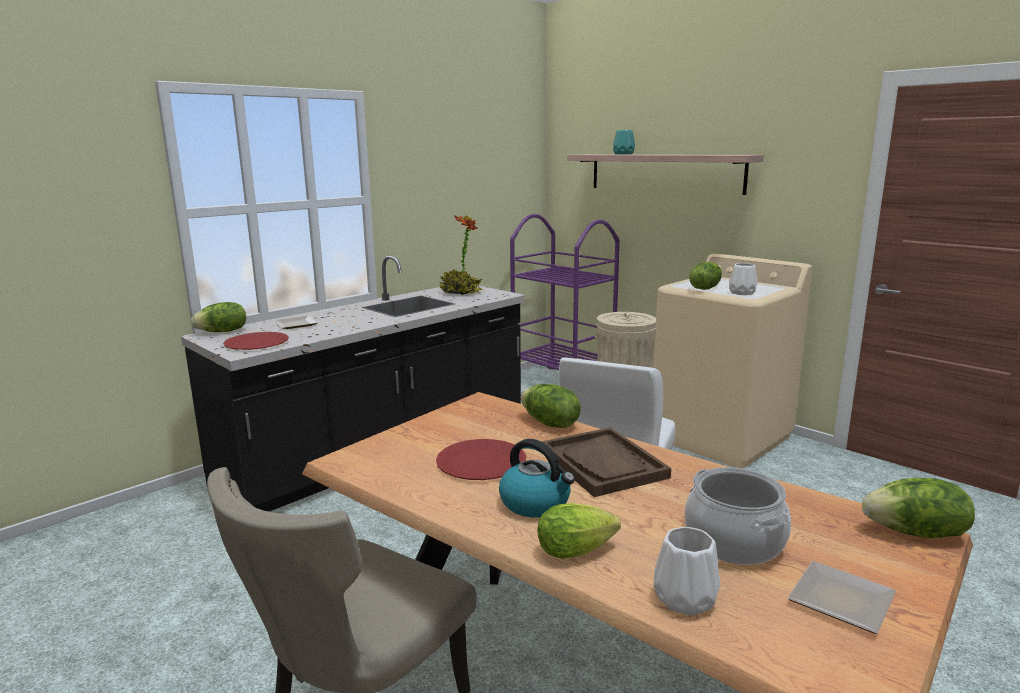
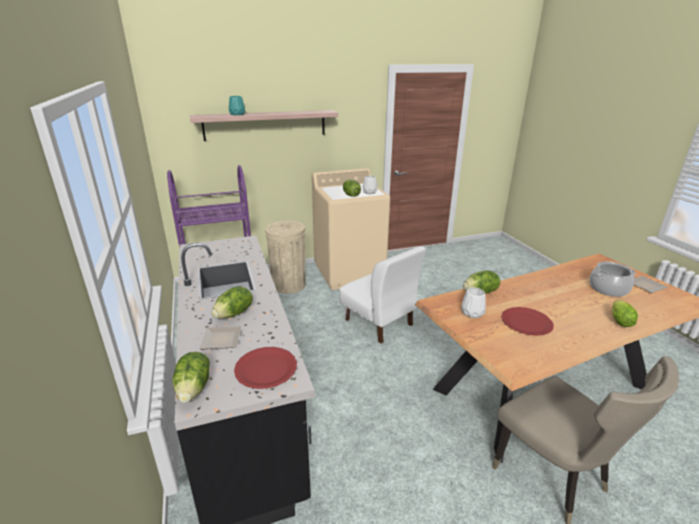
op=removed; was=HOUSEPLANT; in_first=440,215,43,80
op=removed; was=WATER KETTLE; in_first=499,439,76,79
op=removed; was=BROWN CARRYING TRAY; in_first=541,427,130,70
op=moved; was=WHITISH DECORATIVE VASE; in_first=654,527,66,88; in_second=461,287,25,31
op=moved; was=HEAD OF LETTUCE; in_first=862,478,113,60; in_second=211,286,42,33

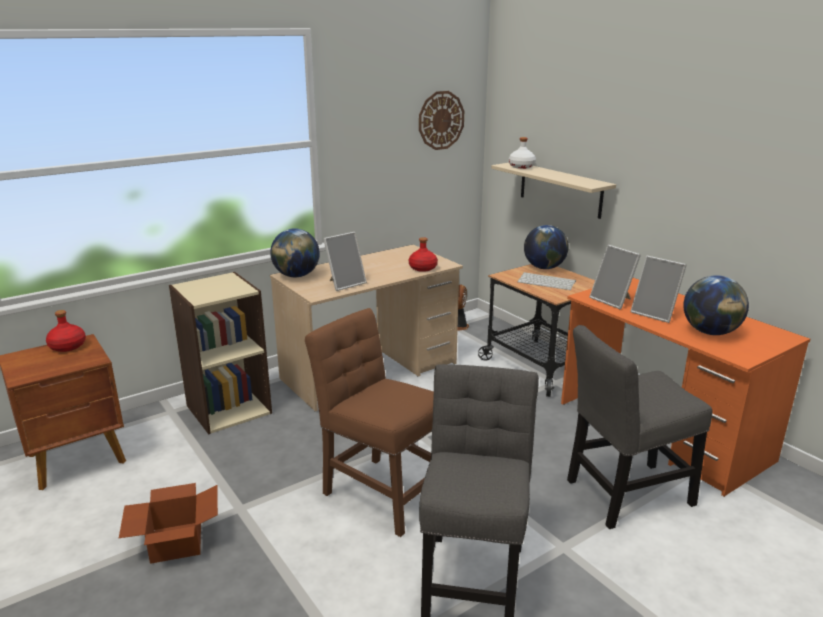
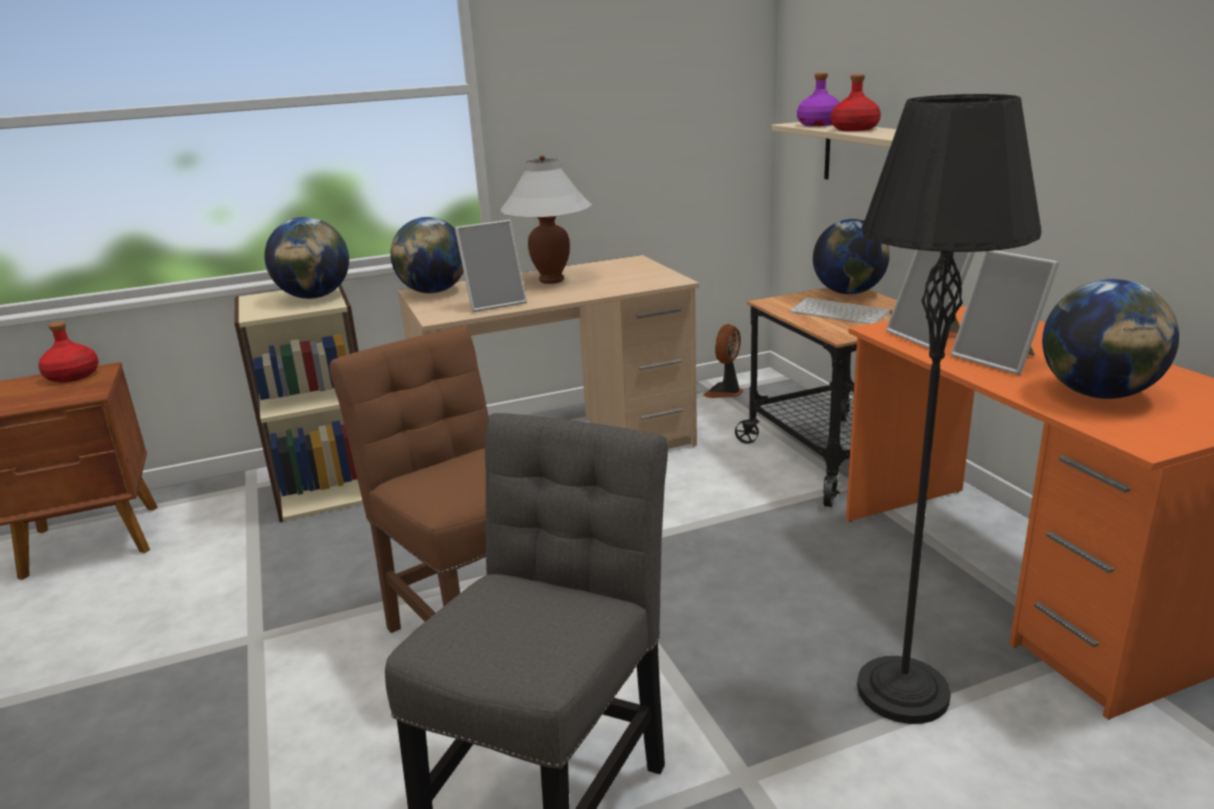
op=removed; was=CARDBOARD BOX; in_first=119,483,99,81
op=removed; was=WALL CLOCK; in_first=419,91,45,59
op=added; now=WORLD GLOBE; in_second=264,217,85,82
op=added; now=WHITISH TABLE LAMP; in_second=500,155,92,129
op=moved; was=RED-COLOURED BEVERAGE BOTTLE; in_first=409,237,29,35; in_second=831,74,50,57
op=replaced; was=GREY PLAIN CHAIR; now=BLACKISH STANDARD LAMP; in_first=567,325,145,204; in_second=857,94,185,630
op=recoloured; was=WHITISH BEVERAGE BOTTLE; now=PURPLISH BEVERAGE BOTTLE; in_first=509,137,27,32; in_second=797,73,43,53

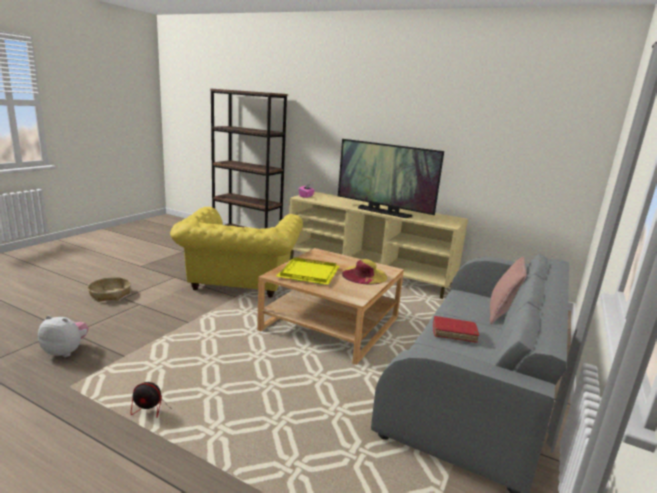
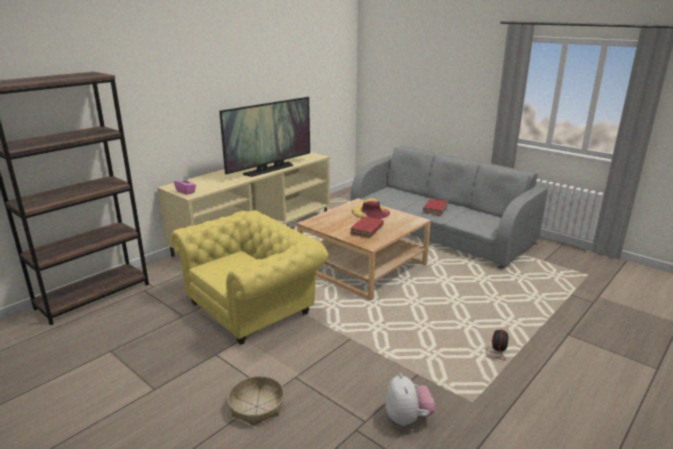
op=removed; was=PINK PILLOW; in_first=490,256,36,68
op=replaced; was=YELLOW-COLOURED CARRYING TRAY; now=RED-COLOURED VOLUME; in_first=276,257,63,28; in_second=350,217,34,20
op=turned; was=SOFT TOY; in_first=38,315,50,42; in_second=386,373,49,53; clockwise=150
op=turned; was=YELLOW-COLOURED LOUNGE CHAIR; in_first=170,207,133,90; in_second=171,210,157,135; clockwise=-60

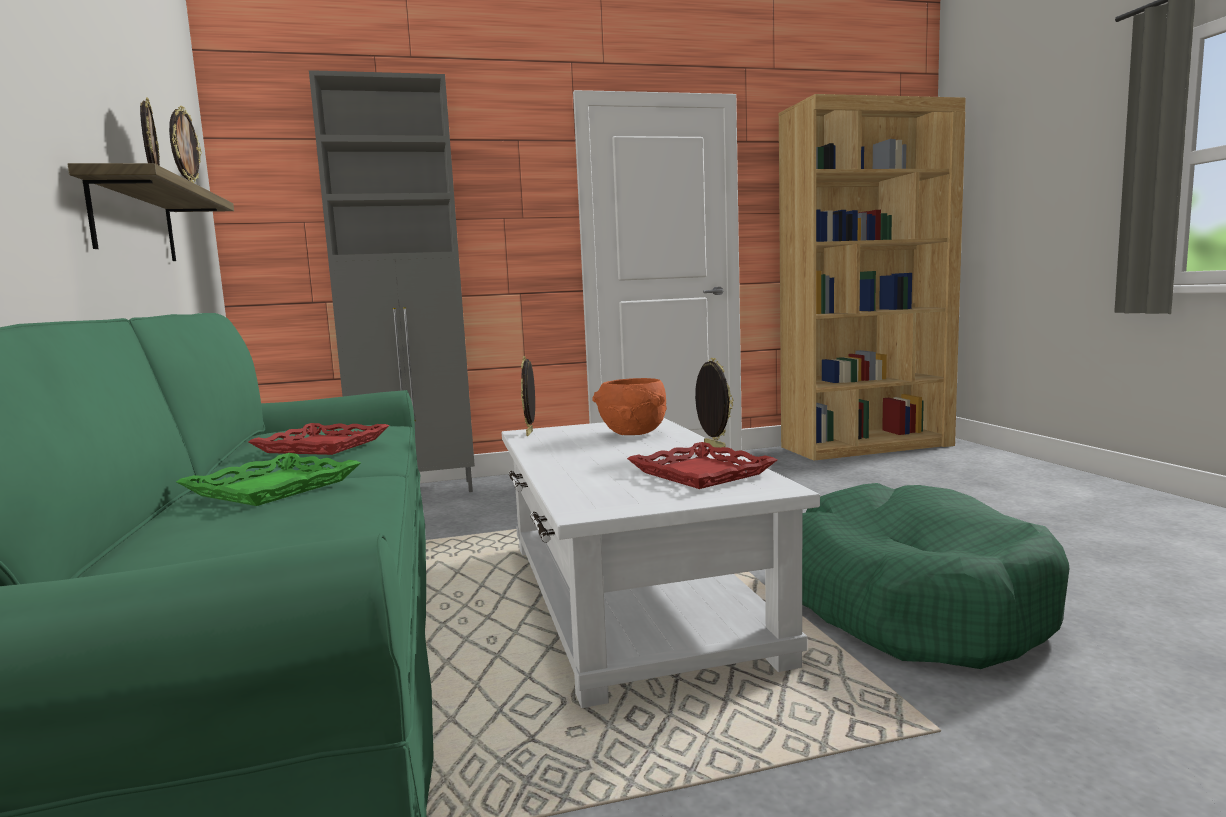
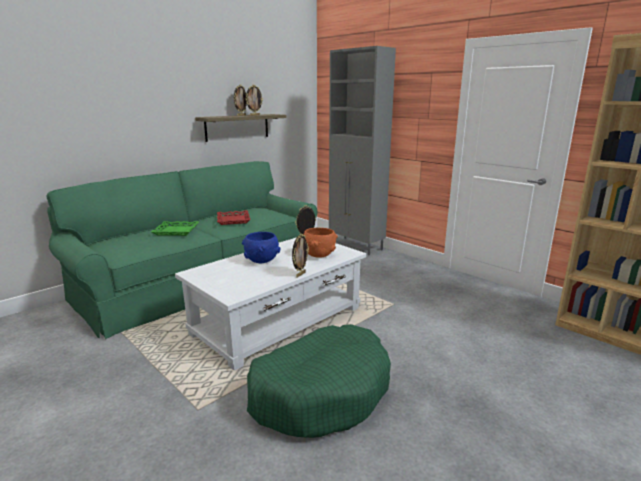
op=removed; was=RED-COLOURED CARRYING TRAY; in_first=627,442,150,47
op=added; now=BLUE BOWL; in_second=242,232,39,31

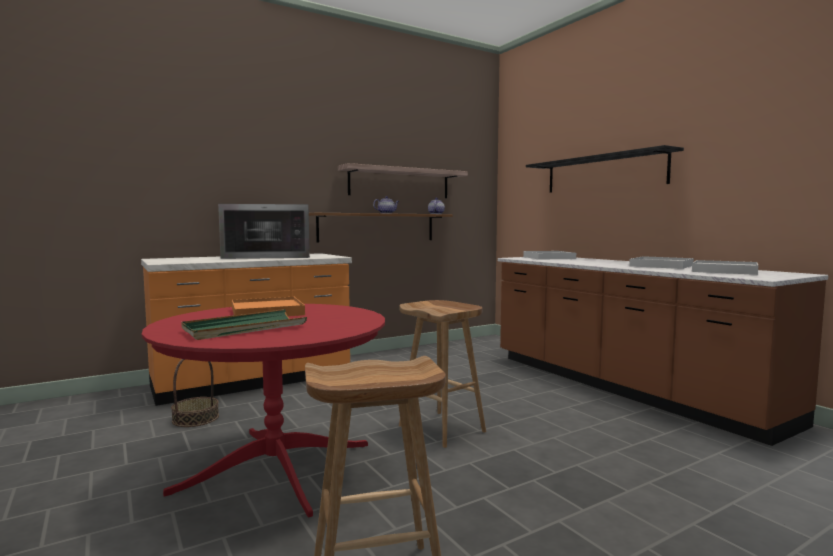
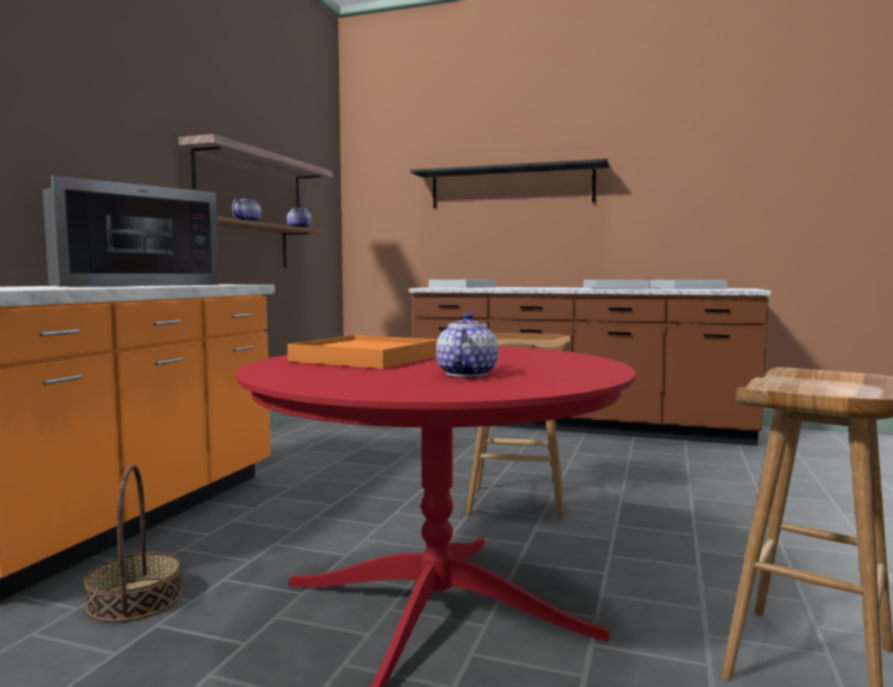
op=replaced; was=GREEN-COLOURED CARRYING TRAY; now=TEA POT; in_first=181,309,126,31; in_second=436,313,63,64

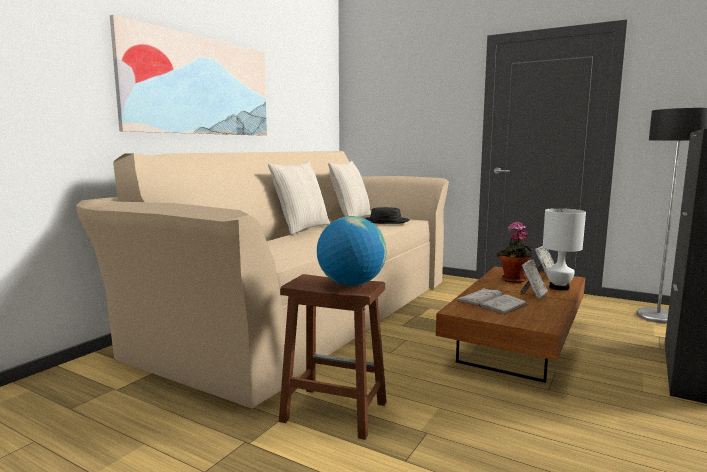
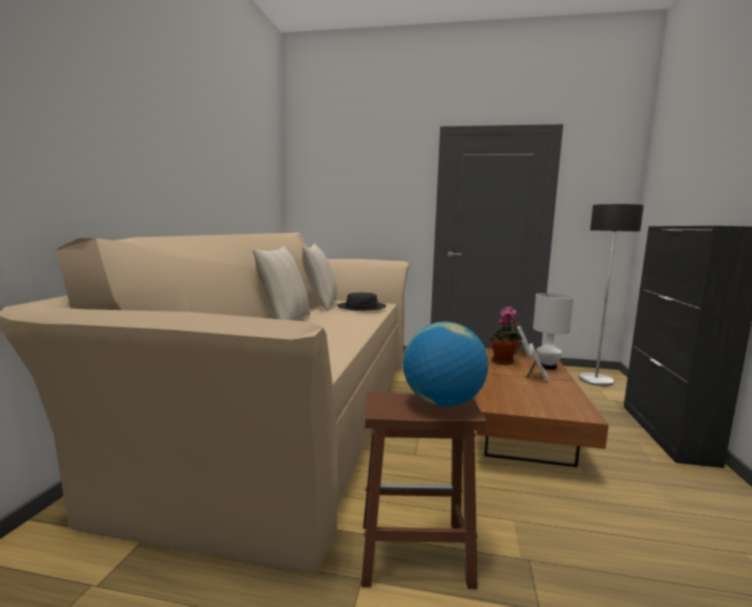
op=removed; was=PICTURE; in_first=110,15,157,121
op=removed; was=WHITISH VOLUME; in_first=455,287,73,28

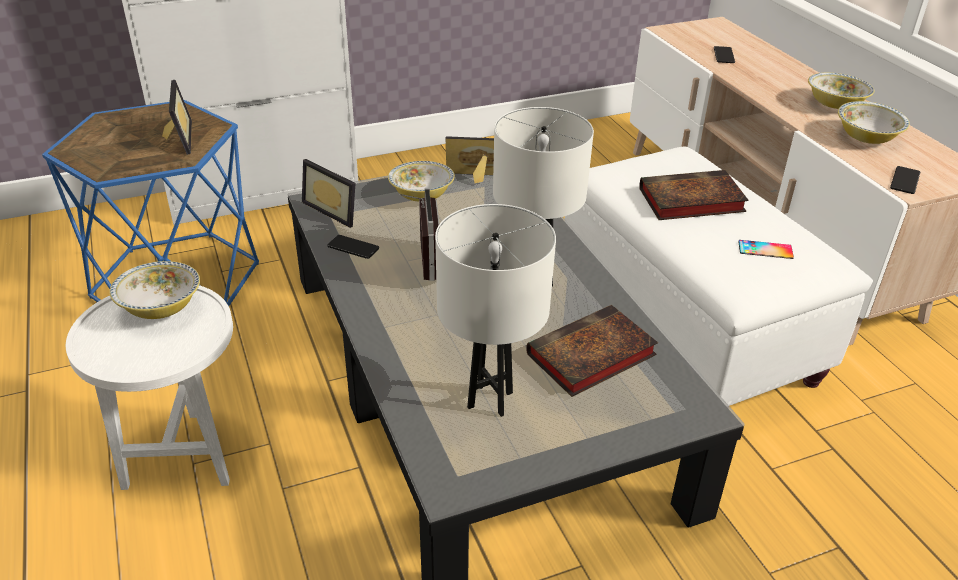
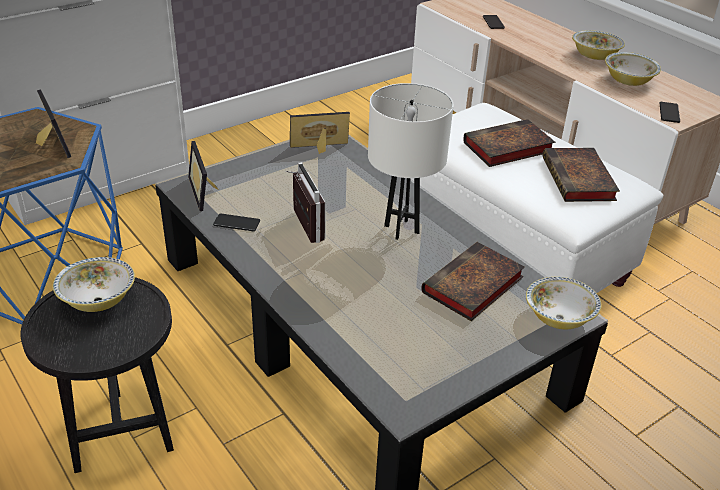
op=removed; was=WHITISH TABLE LAMP; in_first=435,204,121,213
op=moved; was=BOWL; in_first=388,161,67,40; in_second=526,277,75,52
op=replaced; was=HANDSET; now=VOLUME; in_first=738,240,56,19; in_second=542,148,78,54
op=recoloured; was=WHITISH SIDE TABLE; now=BLACKISH SIDE TABLE; in_first=66,285,167,205; in_second=20,277,154,196
op=turned; was=PHOTO FRAME; in_first=302,159,53,69; in_second=188,141,31,70; clockwise=45

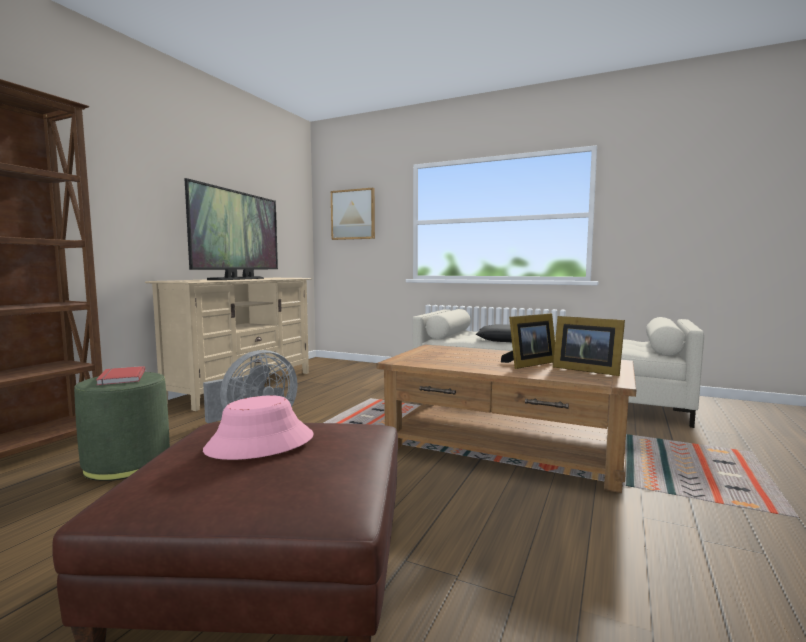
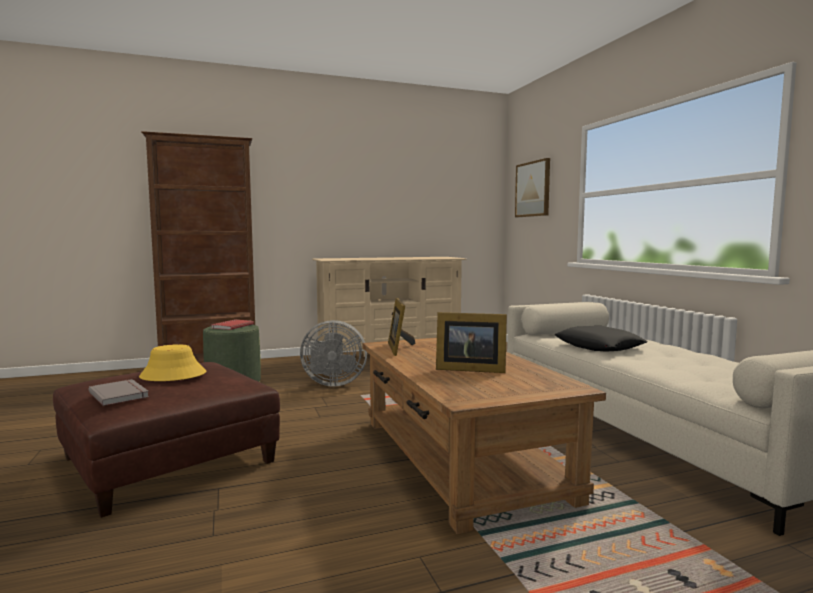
op=removed; was=TELEVISION; in_first=184,178,94,102
op=added; now=GREY VOLUME; in_second=88,379,61,27
op=moved; was=PHOTO FRAME; in_first=553,316,72,60; in_second=388,298,28,58
op=recoloured; was=PINK HAT; now=YELLOW-COLOURED HAT; in_first=203,395,111,65; in_second=139,344,67,37

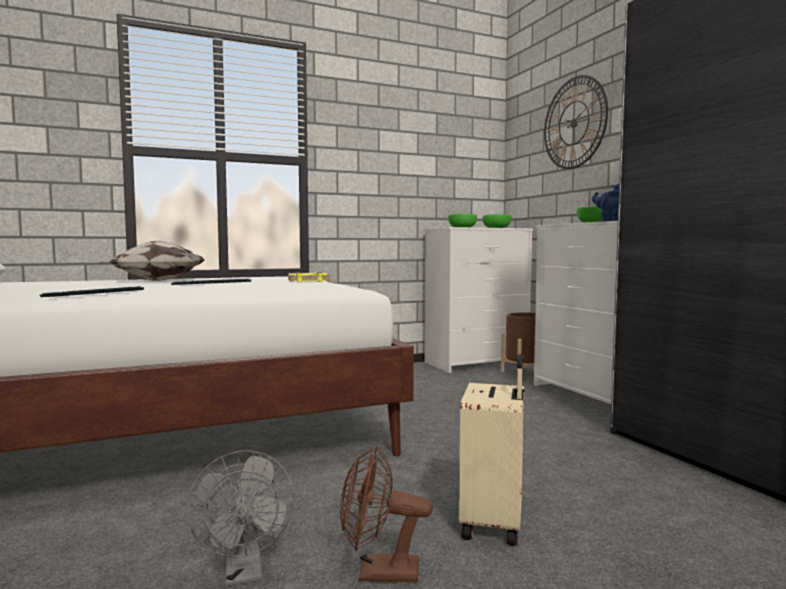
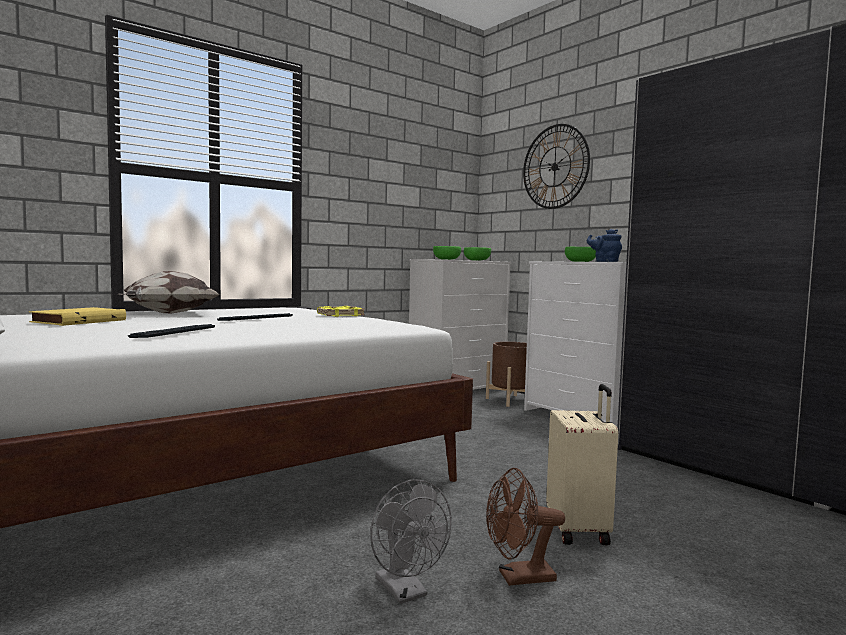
op=added; now=YELLOW-COLOURED VOLUME; in_second=29,307,97,19

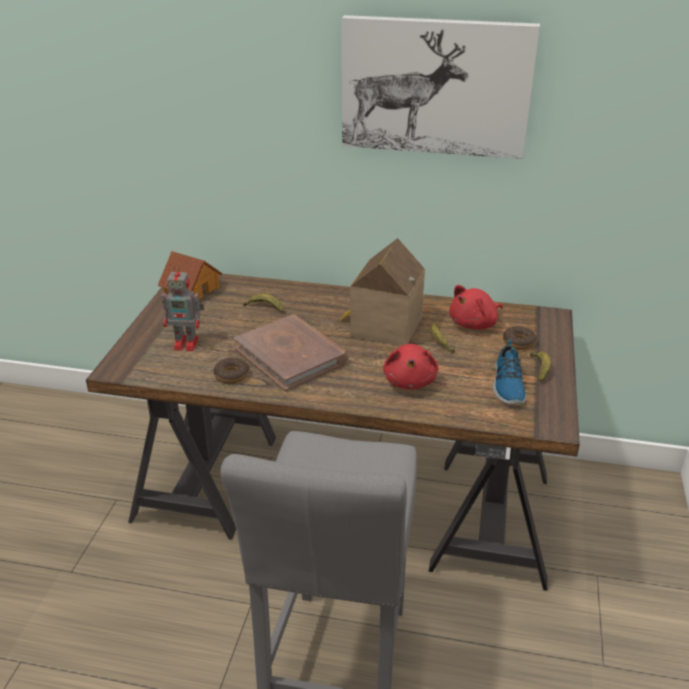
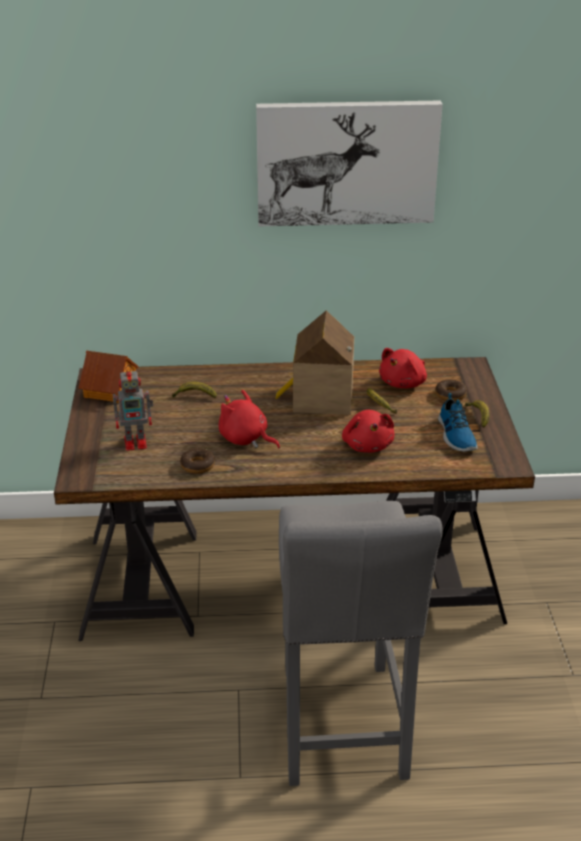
op=replaced; was=BROWN VOLUME; now=RED-COLOURED SOFT TOY; in_first=234,314,114,78; in_second=218,390,62,59

